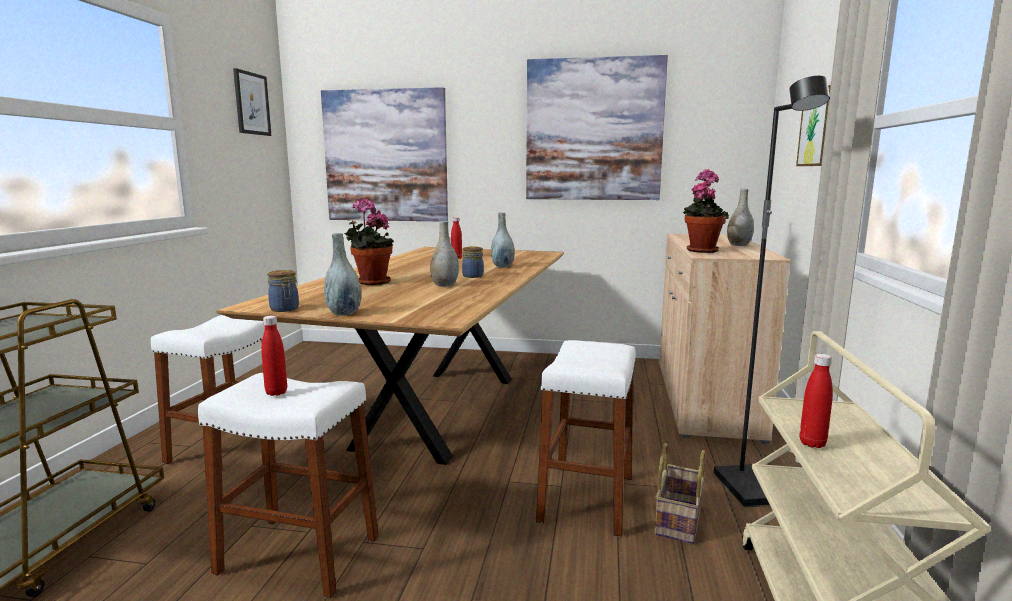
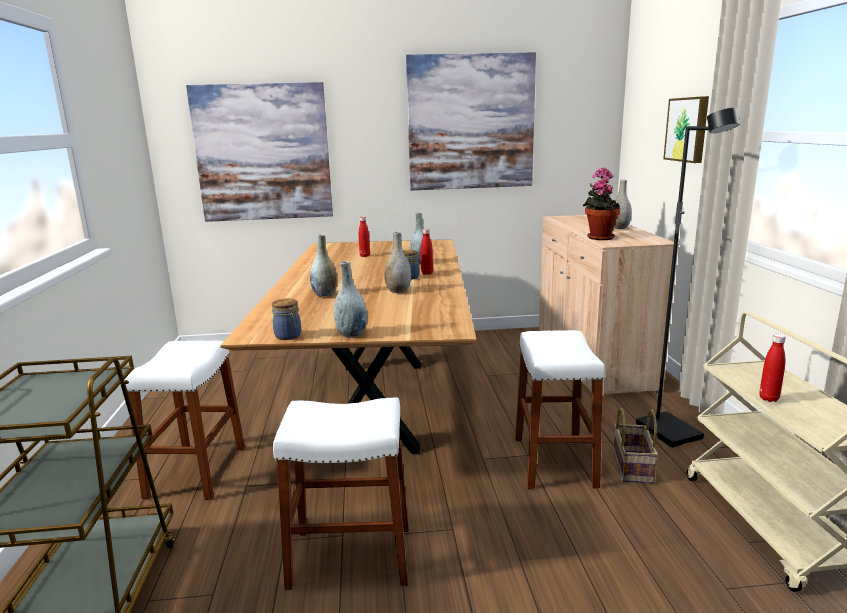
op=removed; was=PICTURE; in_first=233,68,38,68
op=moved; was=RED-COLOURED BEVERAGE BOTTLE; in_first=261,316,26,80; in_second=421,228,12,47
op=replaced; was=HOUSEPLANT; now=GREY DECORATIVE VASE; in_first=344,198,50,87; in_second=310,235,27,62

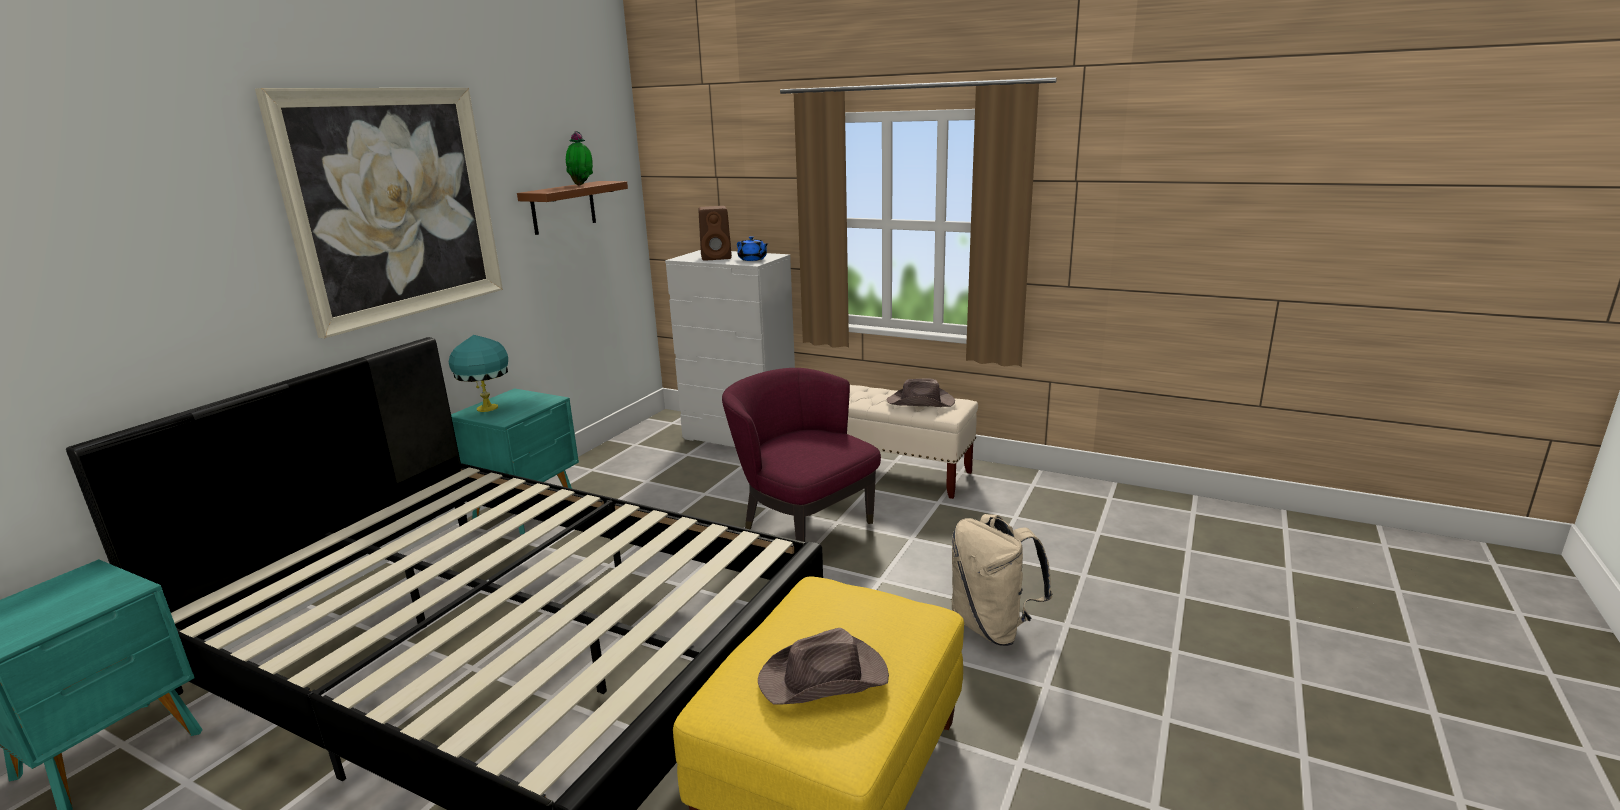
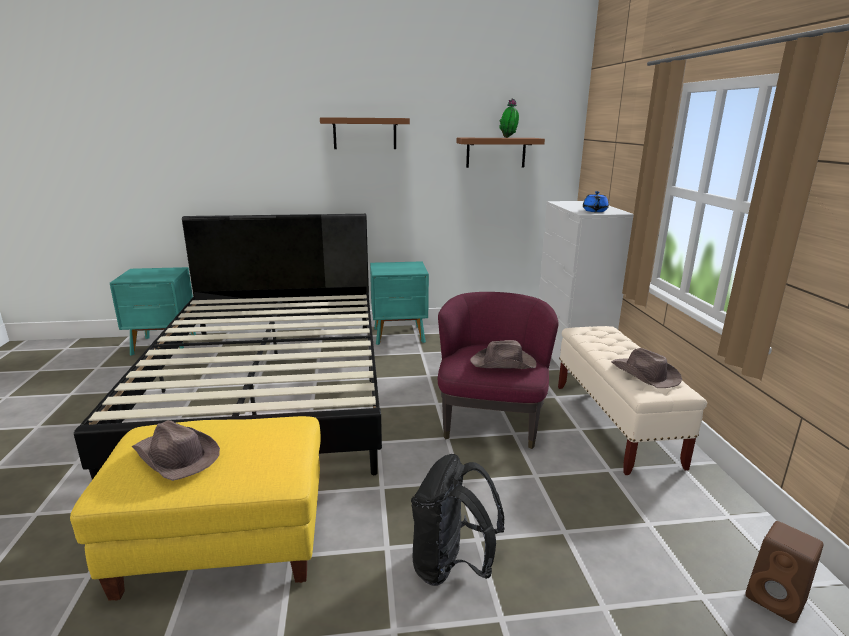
op=removed; was=BLUE-GREEN TABLE LAMP; in_first=448,335,60,77
op=added; now=BROWN HAT; in_second=470,340,67,29
op=moved; was=BROWN AUDIO SPEAKER; in_first=698,206,34,55; in_second=745,521,78,102
op=replaced; was=PICTURE; now=BROWN WALL SHELF; in_first=255,88,248,251; in_second=320,117,90,32
op=recoloured; was=BEIGE-COLOURED RUCKSACK; now=BLACKISH RUCKSACK; in_first=952,514,100,132; in_second=411,454,94,132

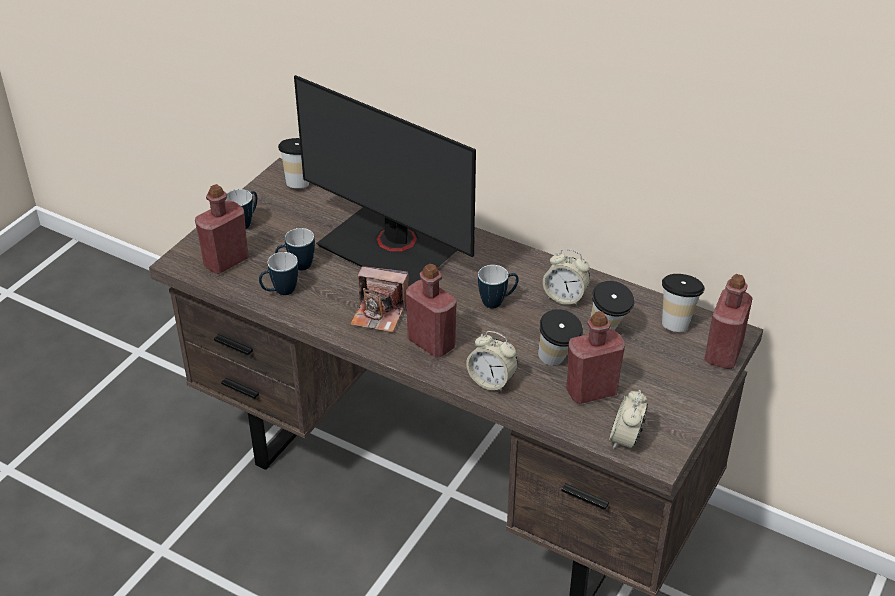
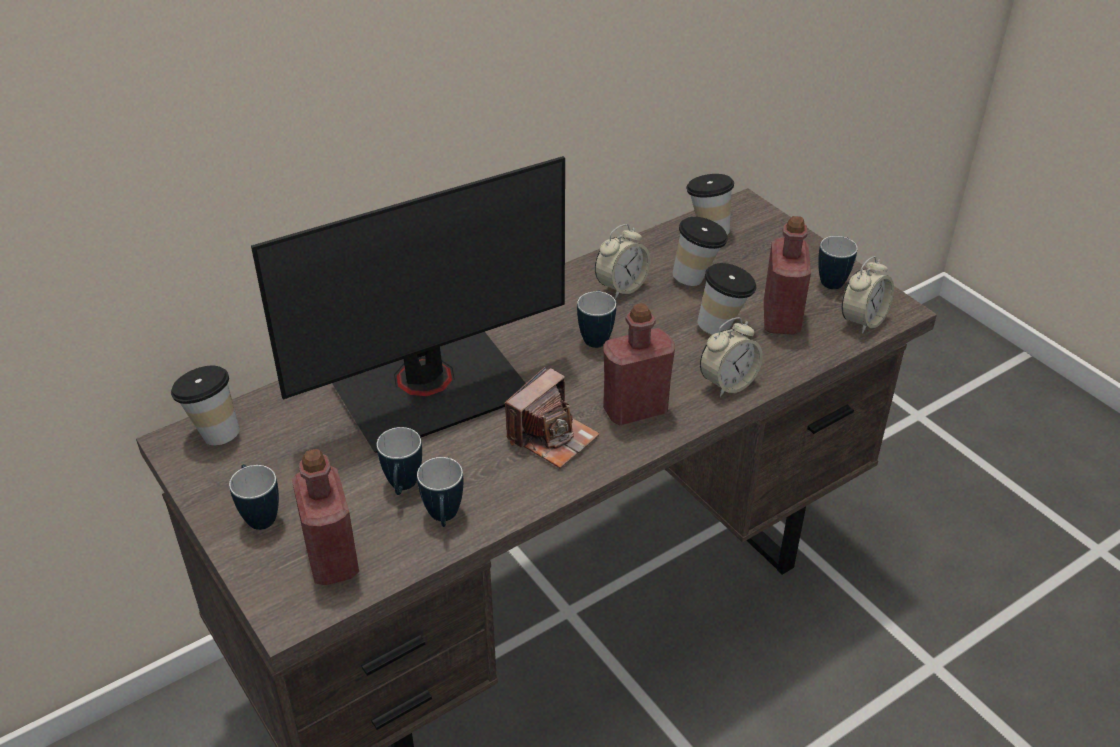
op=removed; was=RED-COLOURED BEVERAGE BOTTLE; in_first=704,274,49,95
op=added; now=MUG; in_second=818,236,40,53
op=turned; was=ALARM CLOCK; in_first=609,390,39,59; in_second=842,256,52,78; clockwise=-90

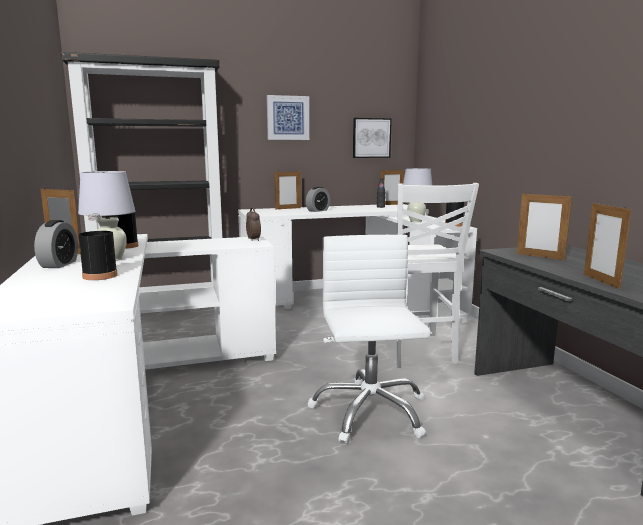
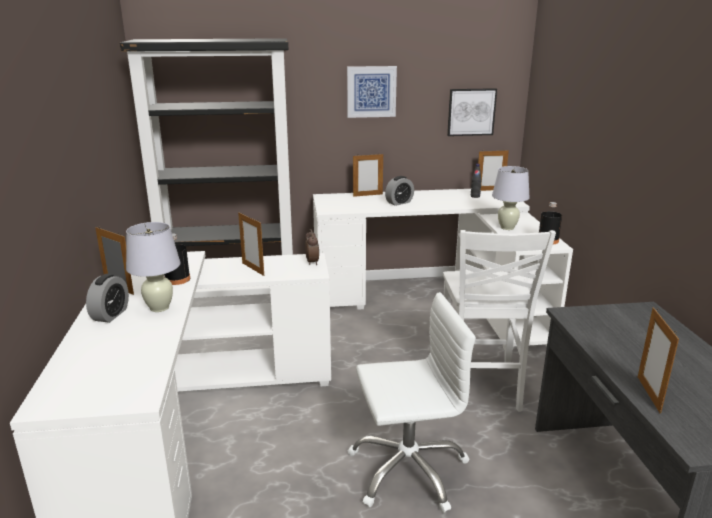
op=removed; was=BLACKISH BEVERAGE BOTTLE; in_first=78,214,40,66
op=moved; was=PHOTO FRAME; in_first=517,192,55,68; in_second=238,212,26,64
op=turned; was=WHITISH DESK CHAIR; in_first=307,235,124,209; in_second=348,292,128,221; clockwise=75

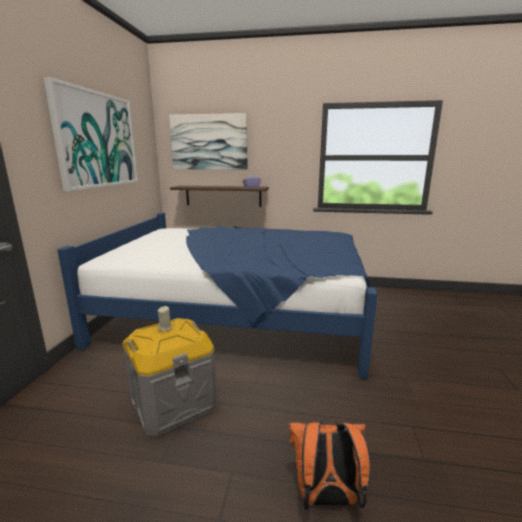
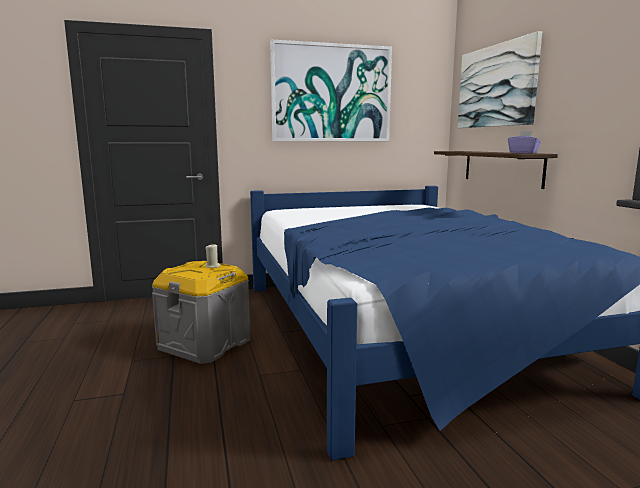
op=removed; was=ORANGE-COLOURED RUCKSACK; in_first=289,418,81,92

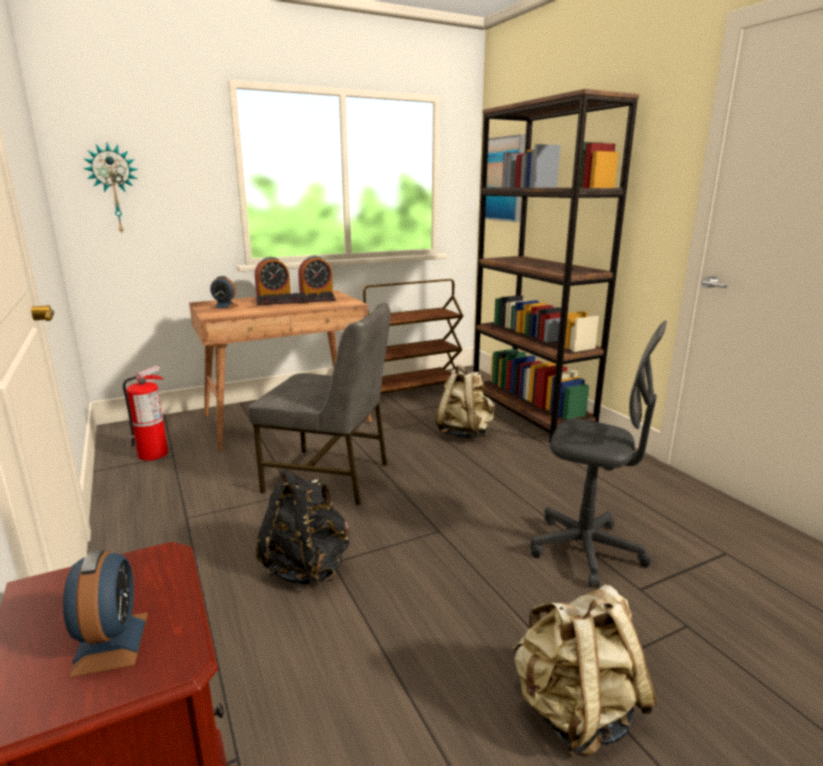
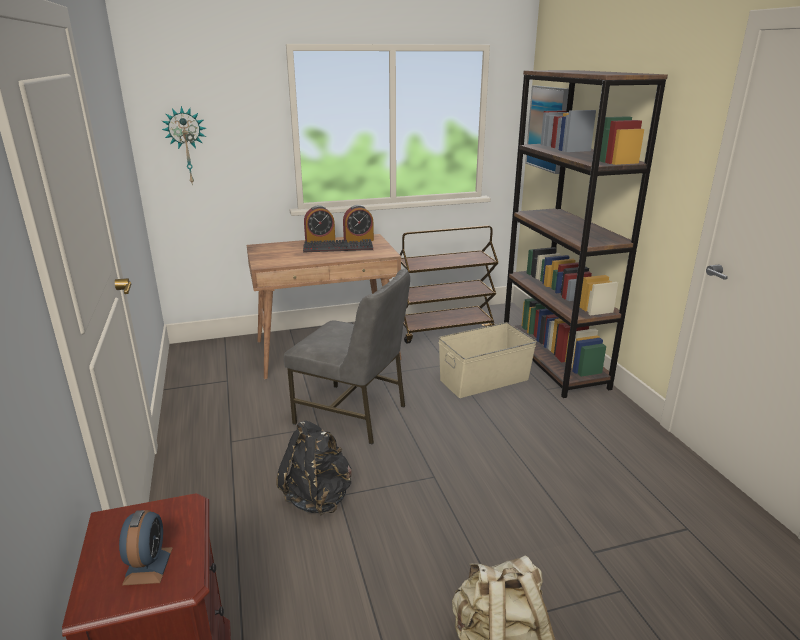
op=removed; was=EXTINGUISHER; in_first=123,365,45,96
op=removed; was=ALARM CLOCK; in_first=210,276,28,33
op=removed; was=GREY DESK CHAIR; in_first=531,321,136,267
op=replaced; was=BEIGE-COLOURED RUCKSACK; now=BEIGE-COLOURED STORAGE BOX; in_first=435,365,60,74; in_second=438,322,99,76

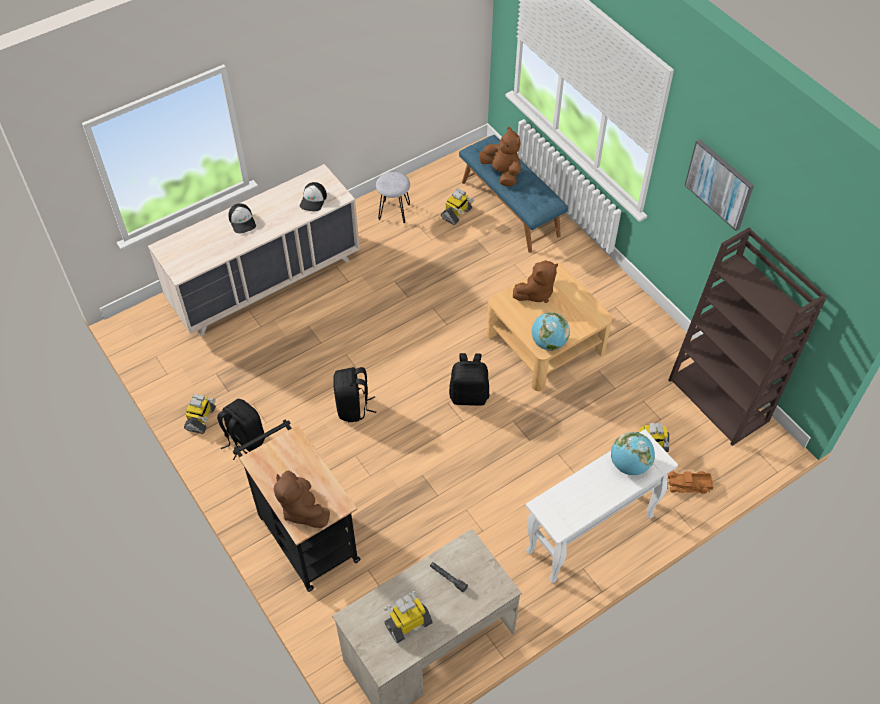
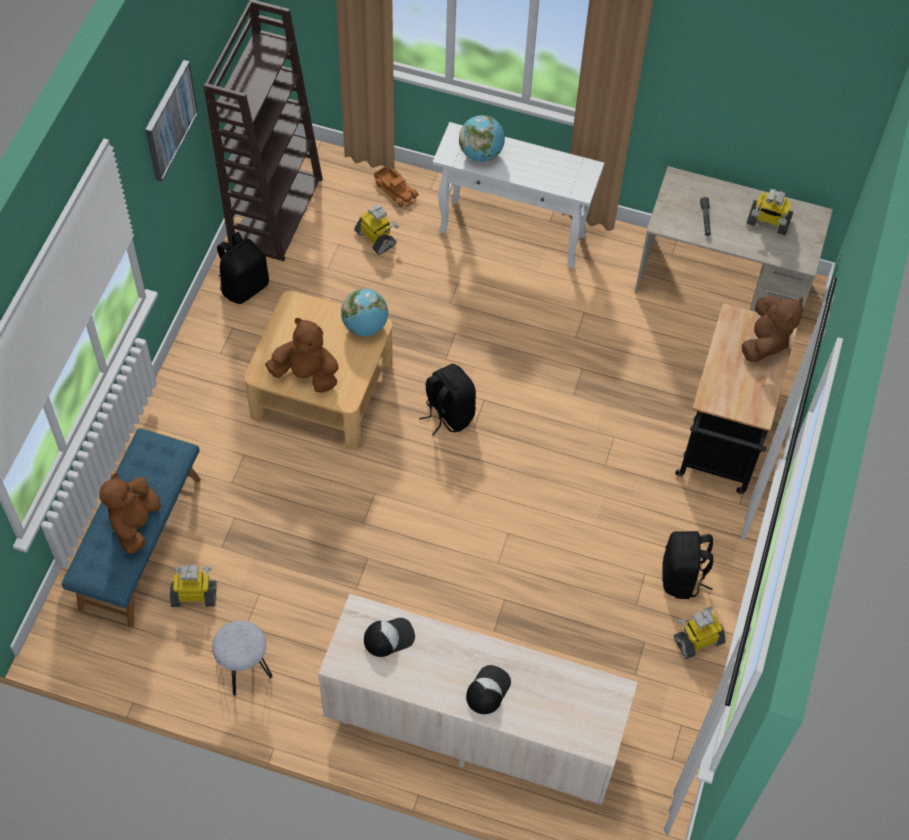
op=moved; was=BLACKISH RUCKSACK; in_first=333,367,43,55; in_second=217,232,52,72

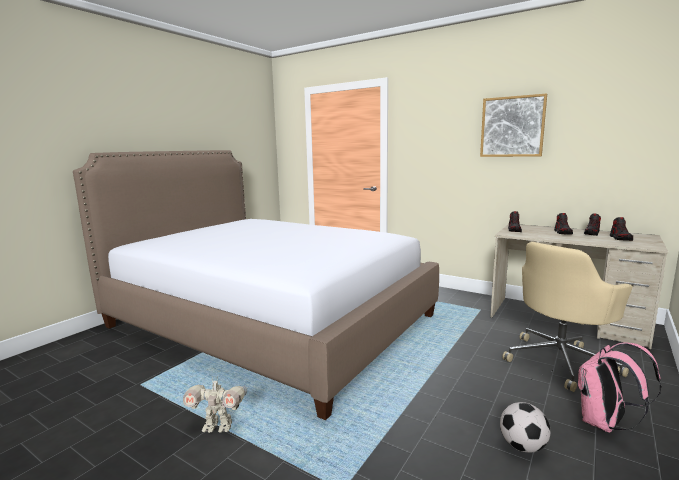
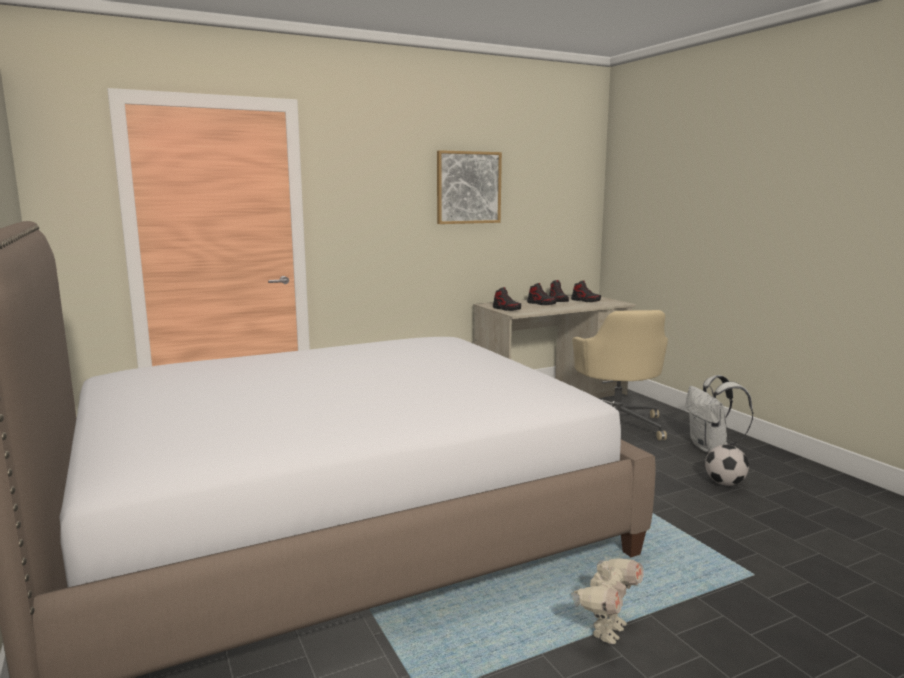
op=recoloured; was=PINK RUCKSACK; now=WHITISH RUCKSACK; in_first=578,342,84,91; in_second=686,375,67,77

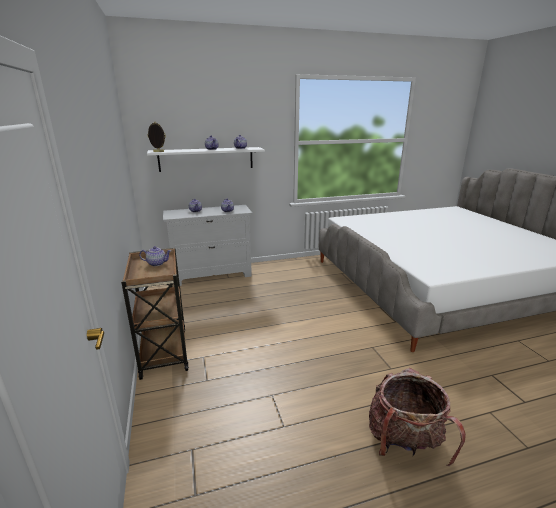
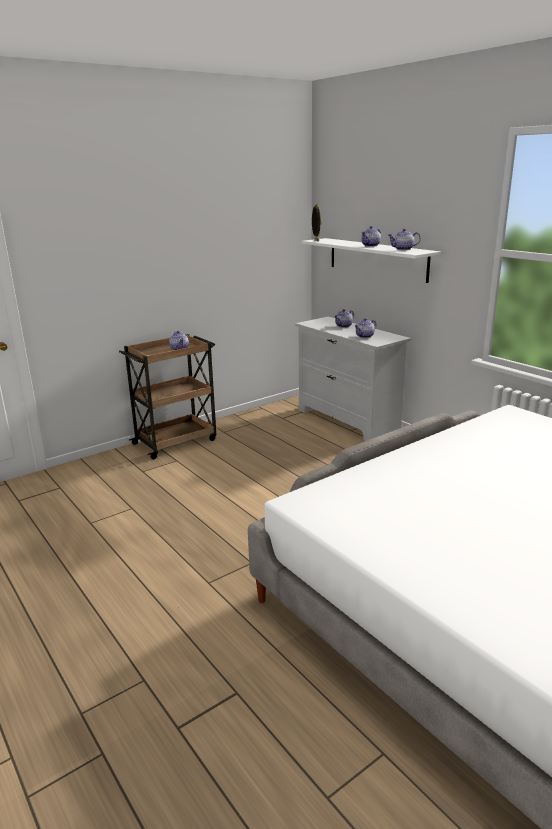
op=removed; was=RUCKSACK; in_first=369,368,97,98

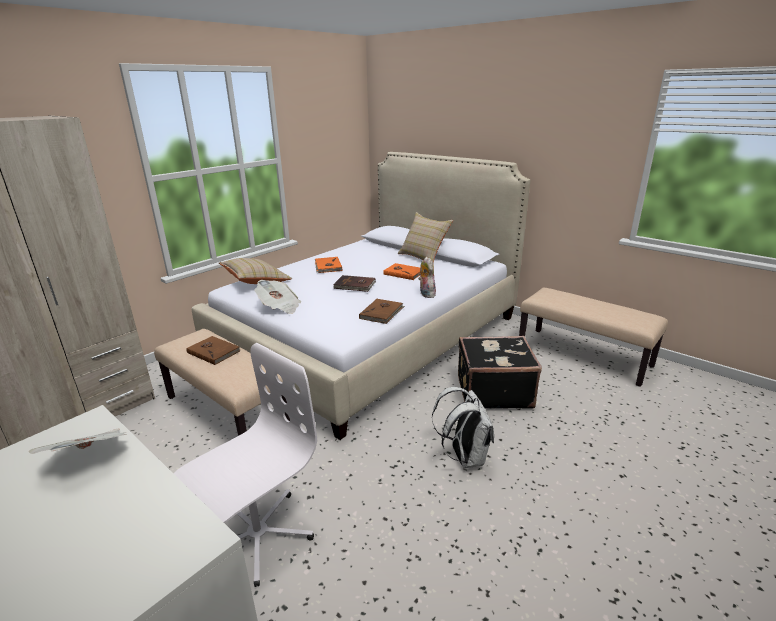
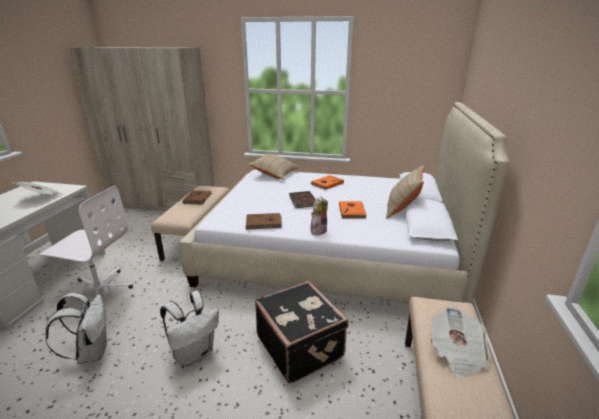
op=added; now=WHITISH RUCKSACK; in_second=45,293,62,71
op=moved; was=DAILY PAPER; in_first=254,280,47,34; in_second=430,307,60,72

